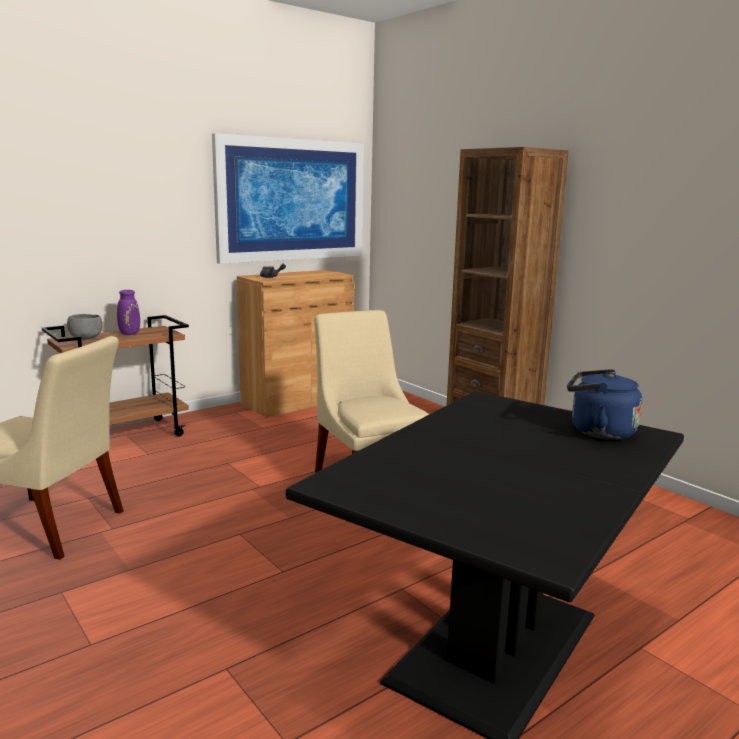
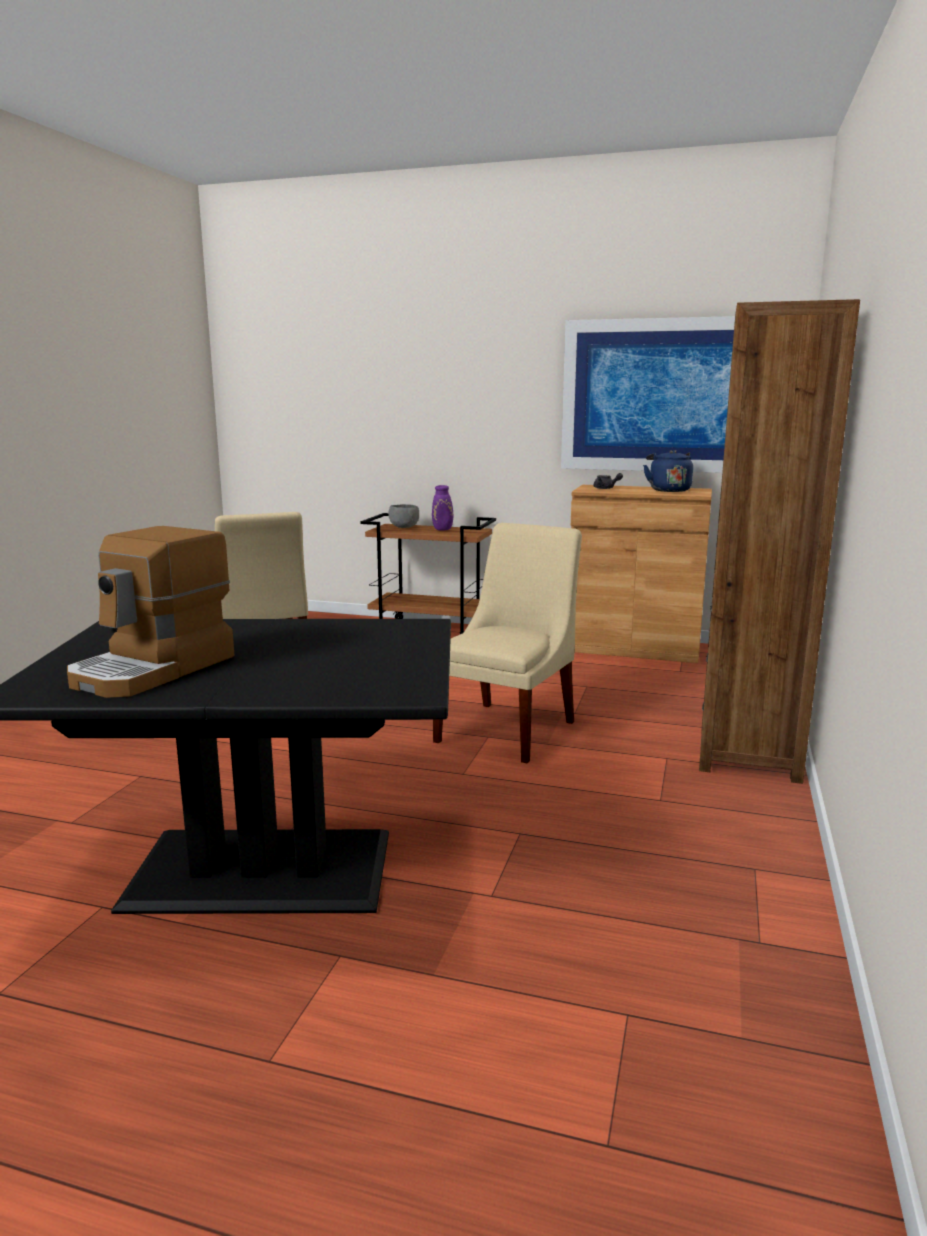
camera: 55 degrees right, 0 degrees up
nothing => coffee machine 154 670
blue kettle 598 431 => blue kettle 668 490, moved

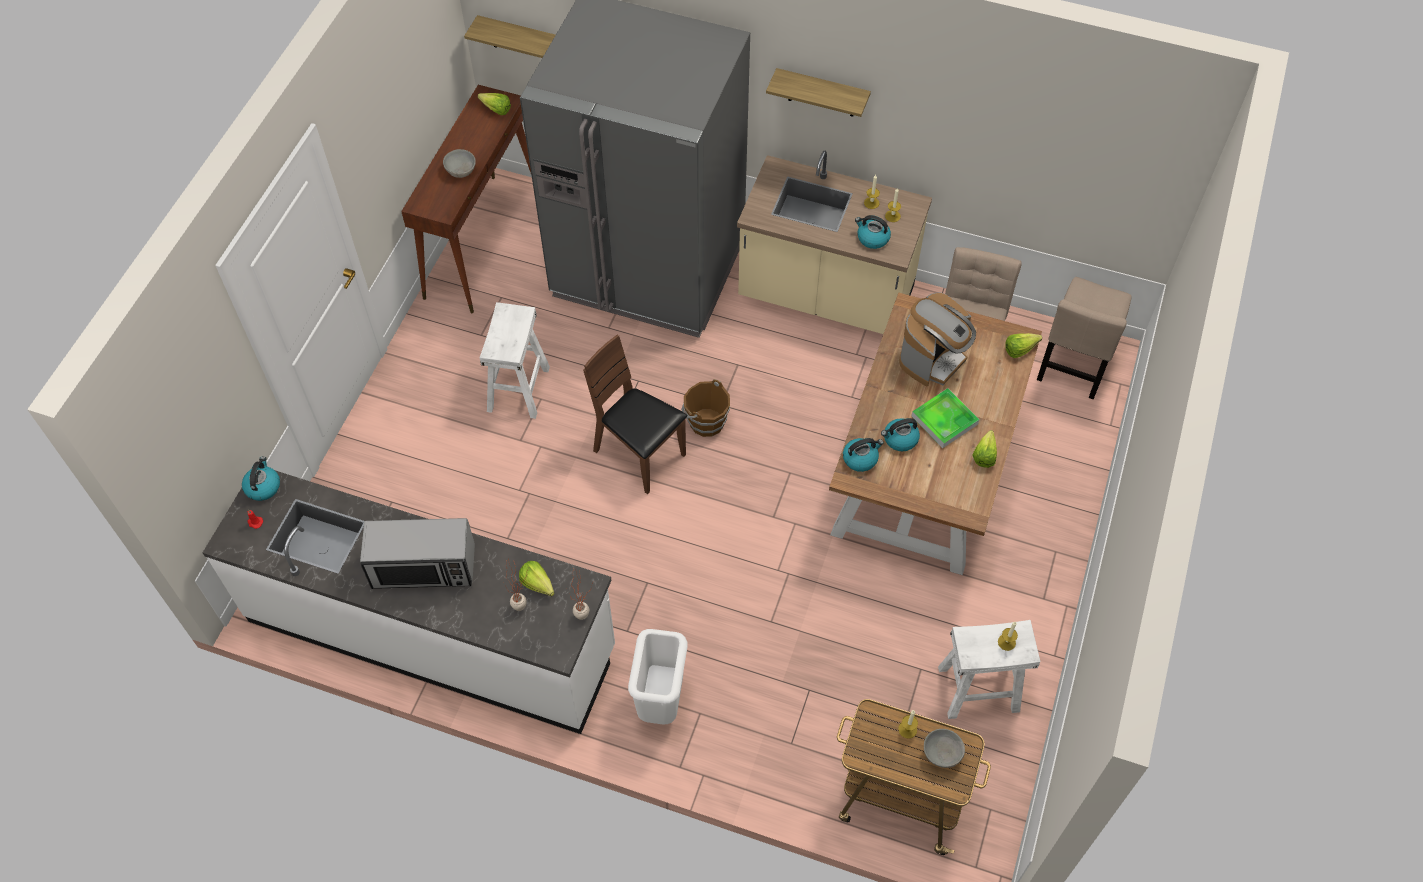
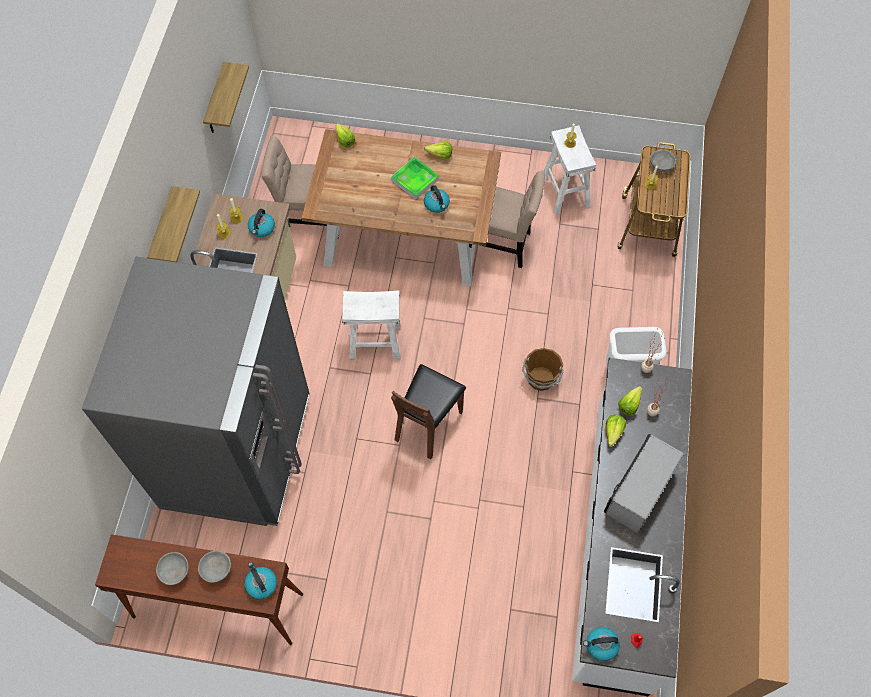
camera: 100 degrees left, 5 degrees up
coffee machine 933 359 => nothing
nothing => grey bowl 176 571
shelf 521 39 => shelf 216 101, moved
lettuce 494 108 => lettuce 611 435, moved
white stool 519 389 => white stool 375 341, moved
brown bucket 705 422 => brown bucket 541 379, moved
kettle 860 458 => kettle 261 584, moved
beige chair 1073 365 => beige chair 502 245, moved
microwave 423 567 => microwave 638 490, 135 degrees counterclockwise

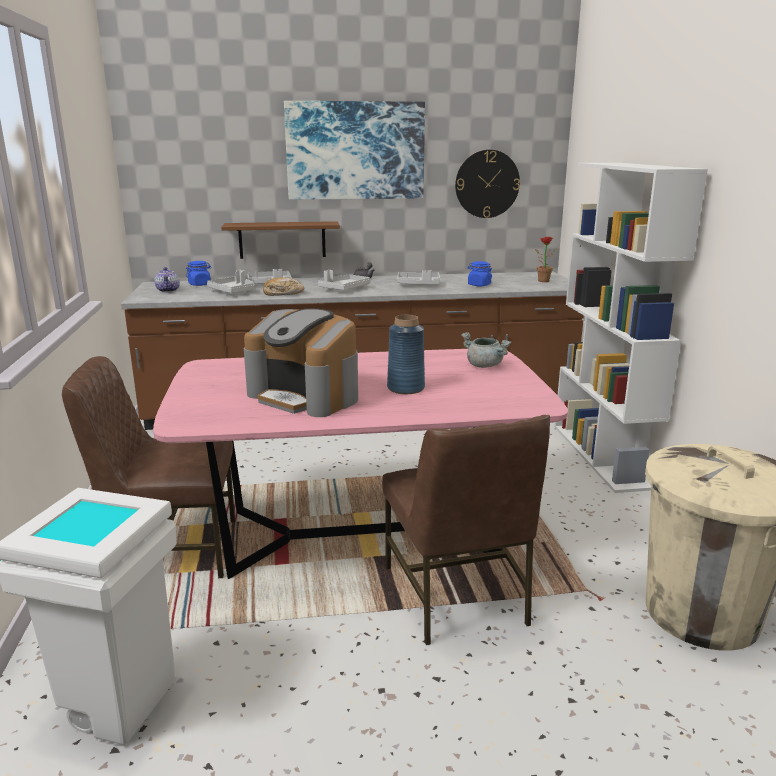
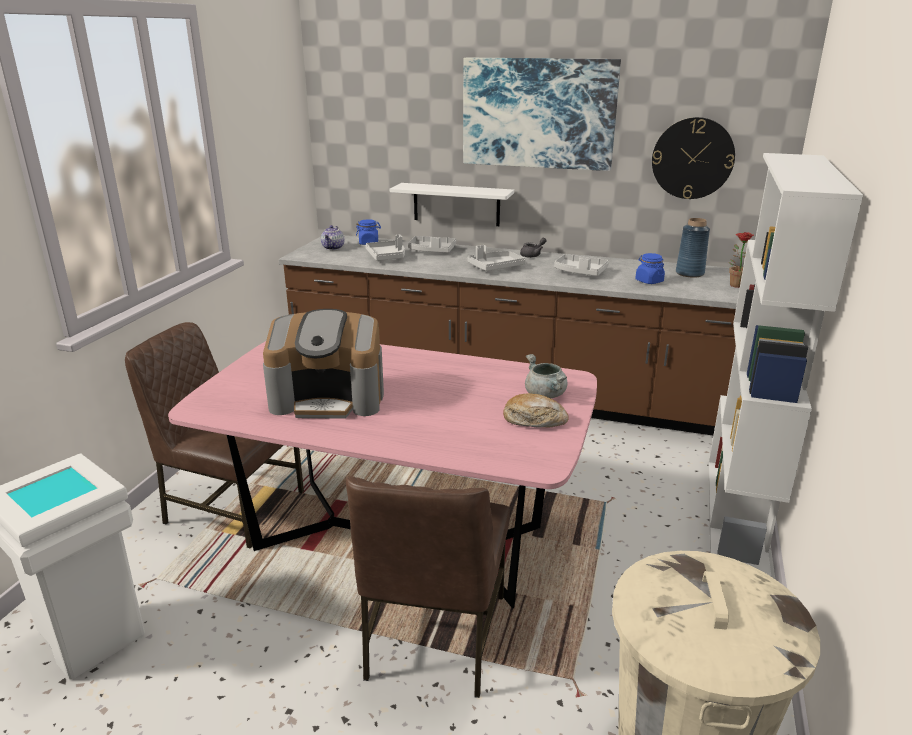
camera: 25 degrees right, 5 degrees up
bread 283 293 => bread 534 420, moved
blue vase 405 388 => blue vase 689 273, moved
brown shelf 282 240 => white shelf 456 204
coffee machine 305 396 => coffee machine 329 398, 60 degrees counterclockwise

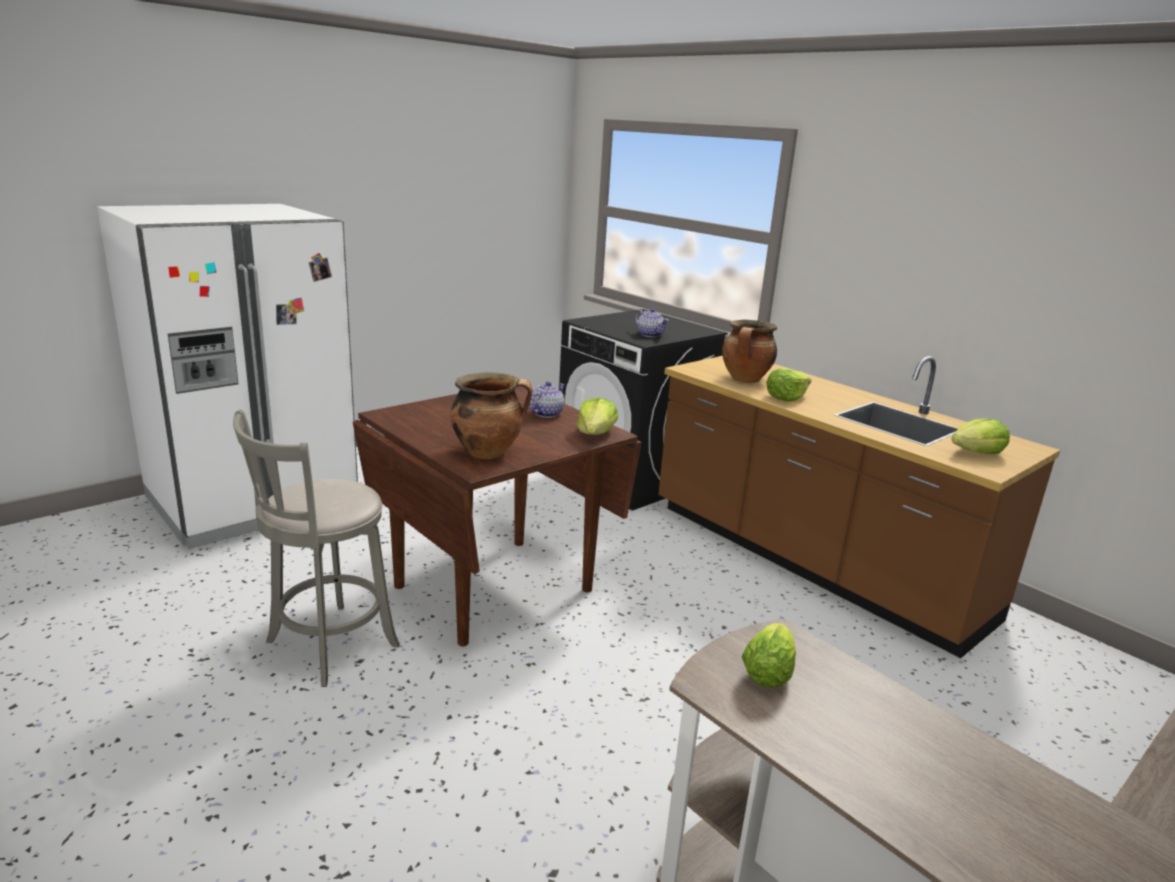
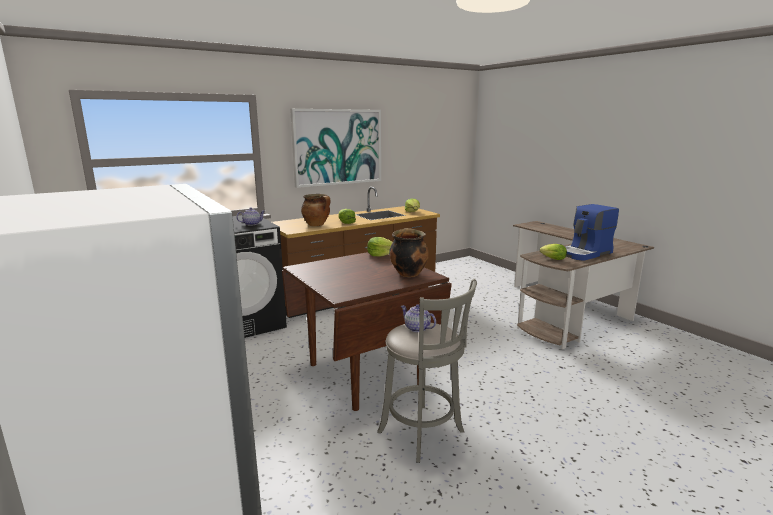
camera: 80 degrees left, 5 degrees down
nothing => picture 337 147
nothing => coffee machine 585 253
teapot 546 413 => teapot 417 328, moved

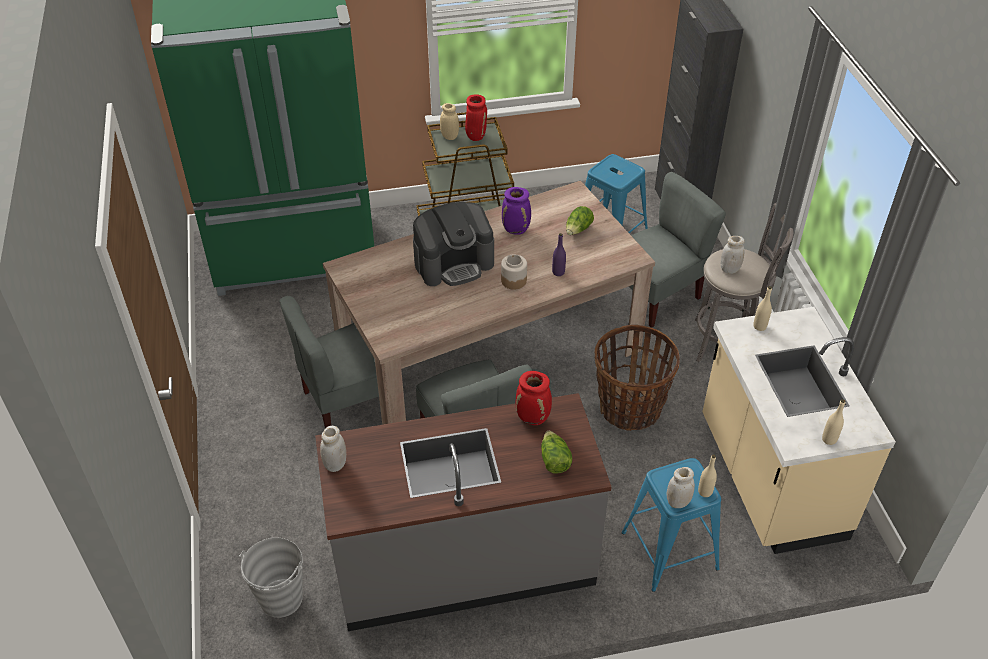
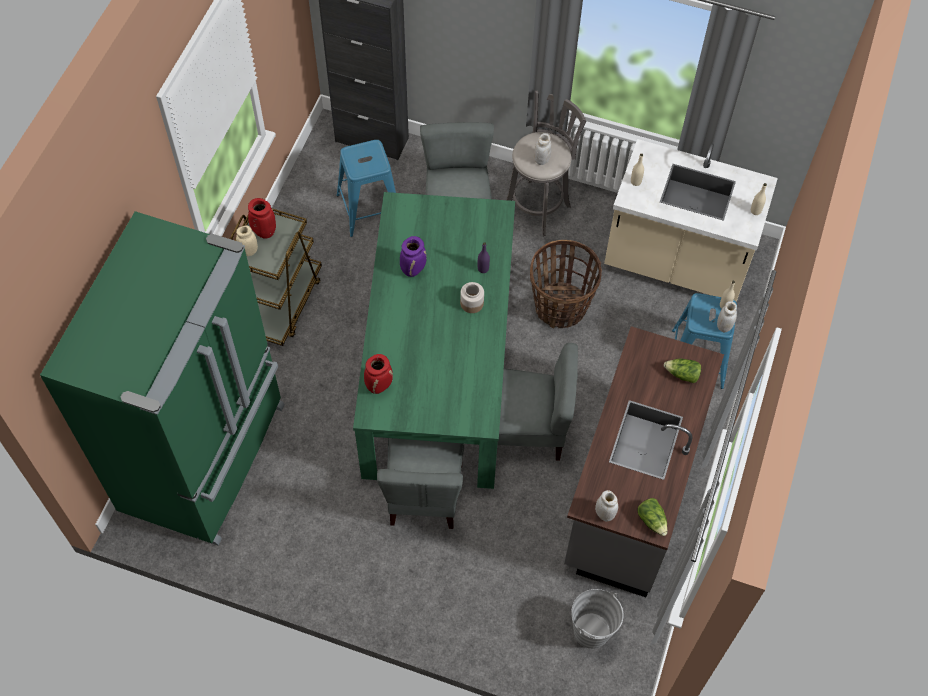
camera: 60 degrees left, 15 degrees up
coffee machine 454 263 => nothing
red vase 533 418 => red vase 379 385, moved
lettuce 578 230 => lettuce 652 520, moved
beige dining table 489 352 => green dining table 438 367

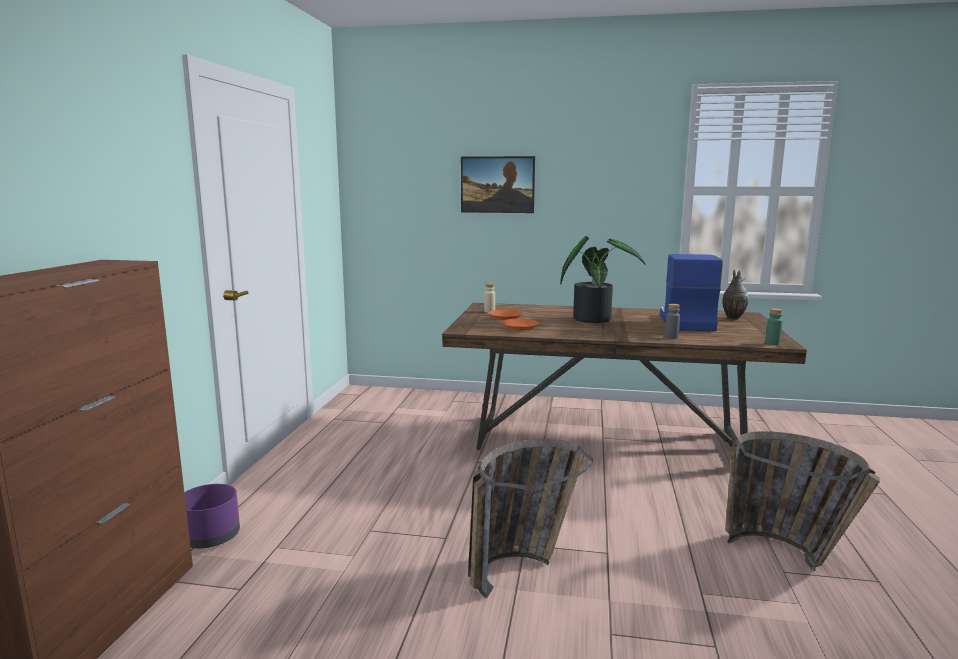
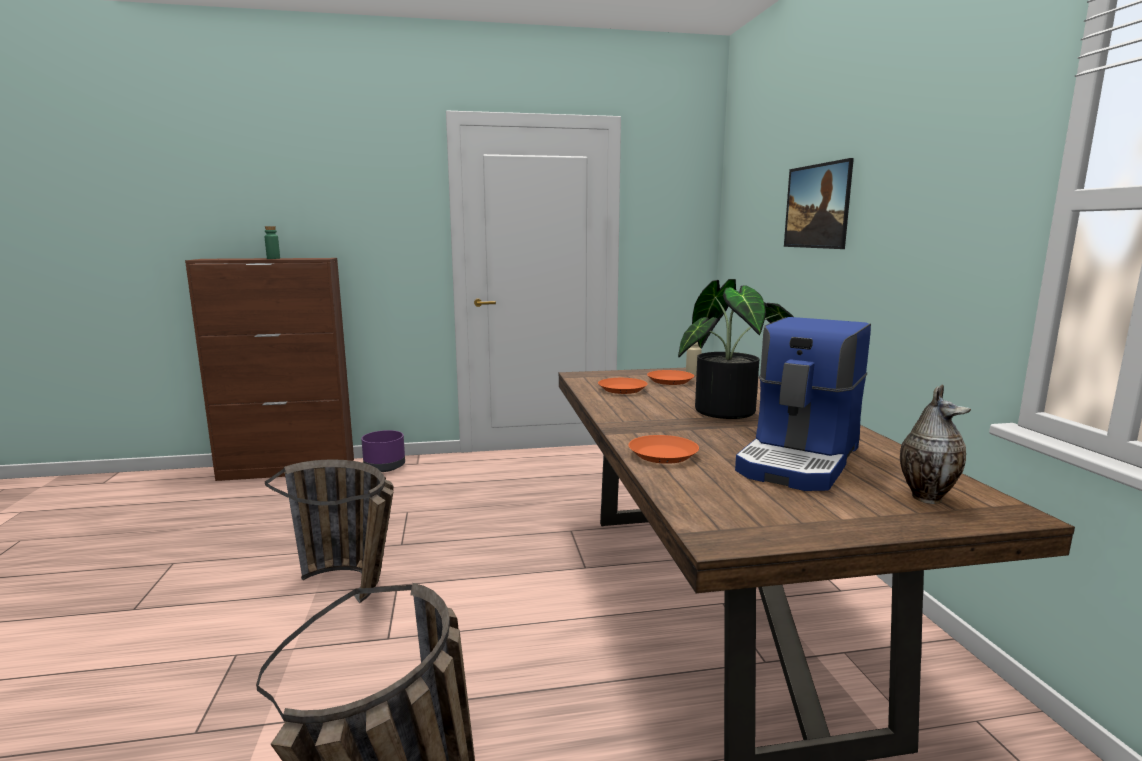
camera: 70 degrees right, 0 degrees up
green bottle 772 343 => green bottle 273 258, moved
grey bottle 671 337 => orange plate 663 454
coffee machine 685 322 => coffee machine 800 460, 135 degrees clockwise

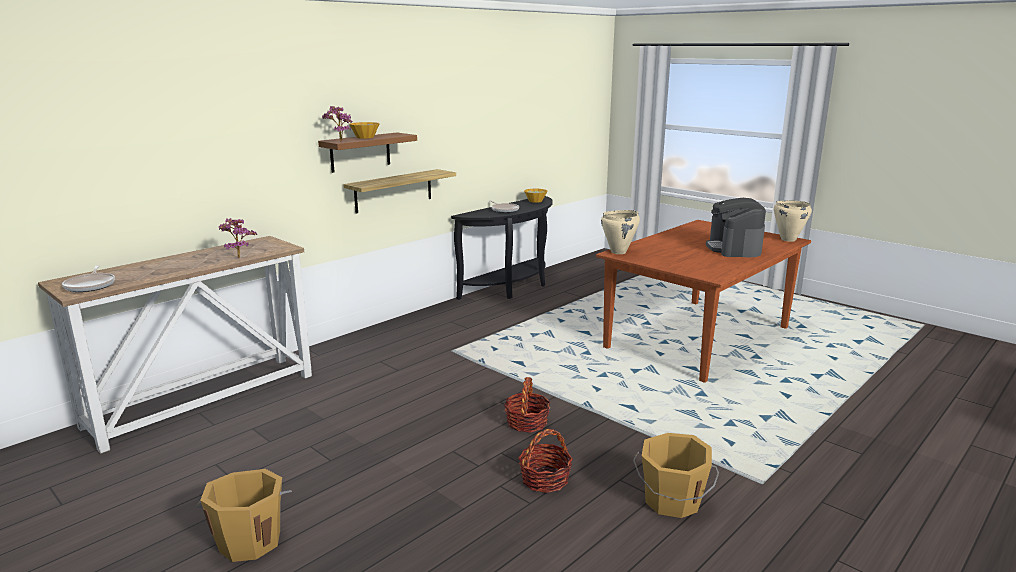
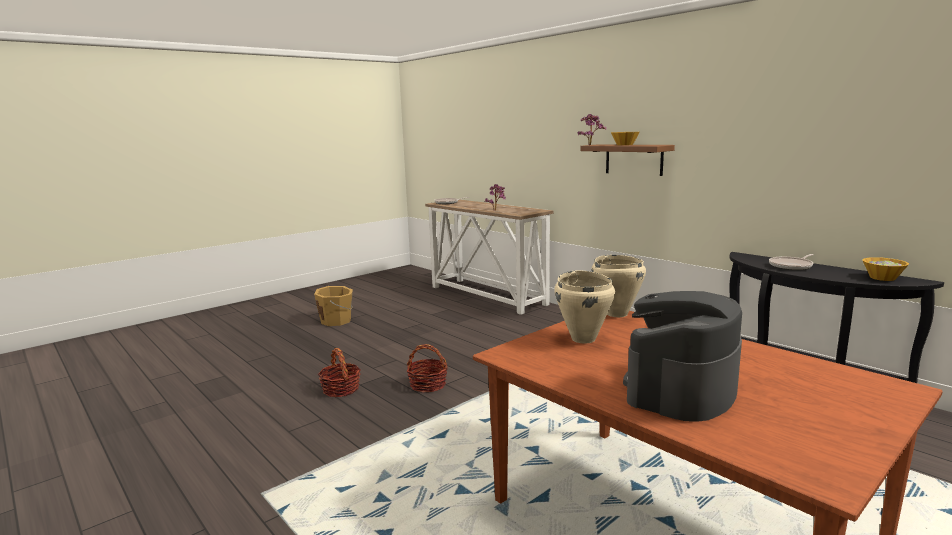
camera: 95 degrees right, 5 degrees down
shelf 393 191 => nothing
orange bucket 672 501 => nothing
beige cooking pot 787 239 => beige cooking pot 583 339, moved
coffee machine 734 248 => coffee machine 680 390, 60 degrees counterclockwise

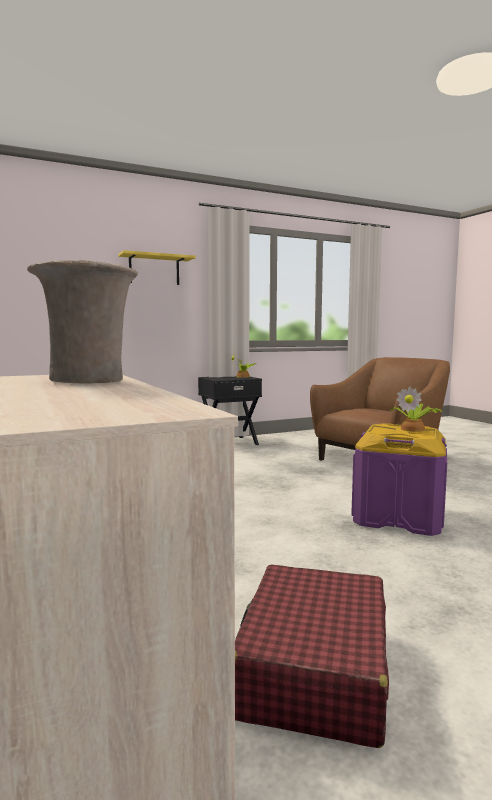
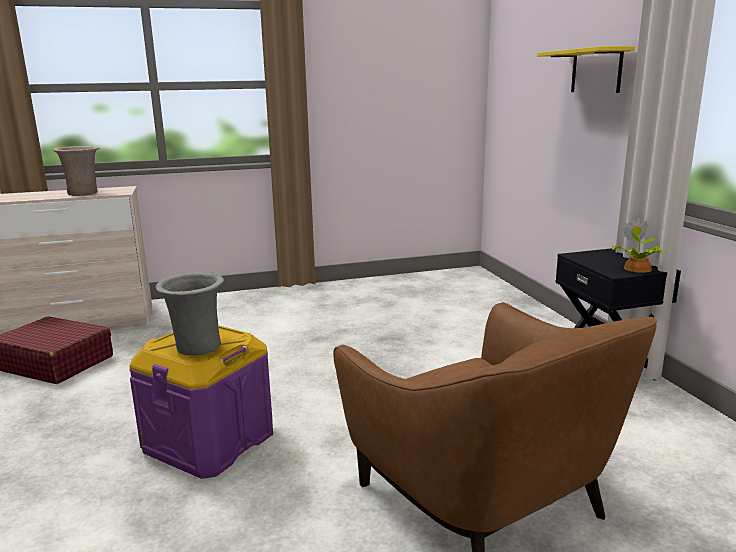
camera: 100 degrees right, 10 degrees up
potted plant 414 429 => grey vase 196 348

